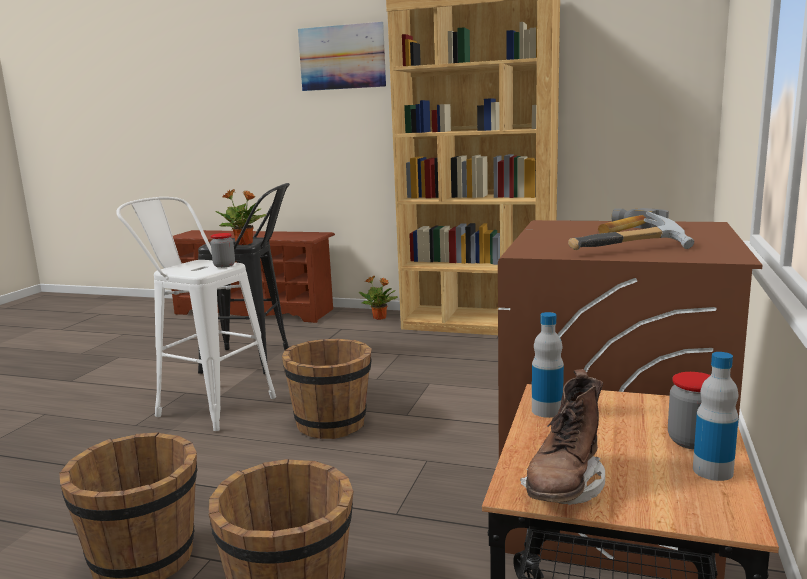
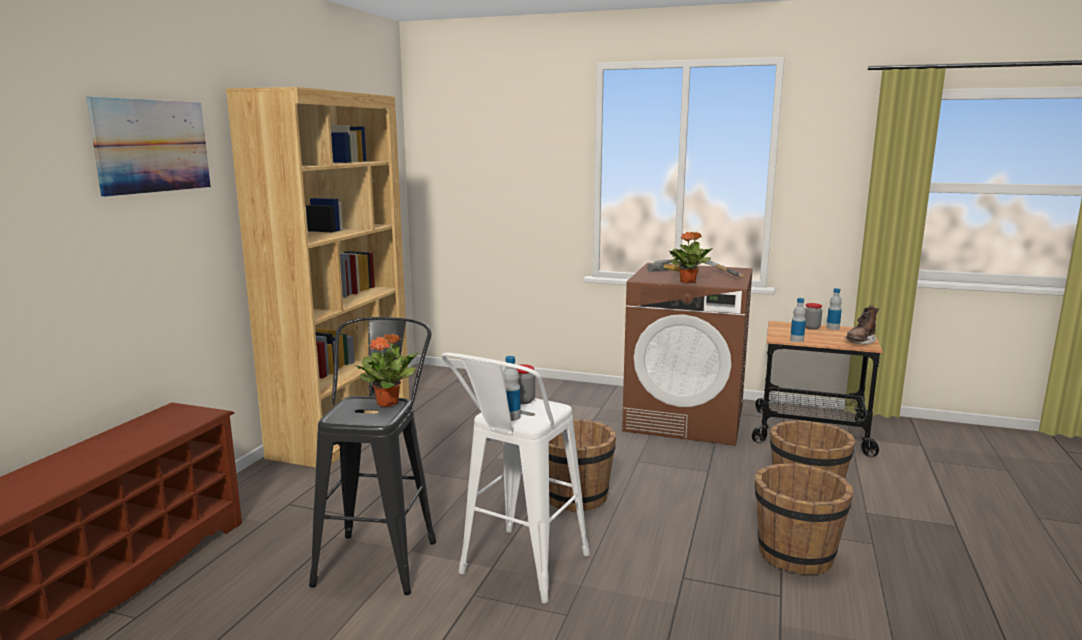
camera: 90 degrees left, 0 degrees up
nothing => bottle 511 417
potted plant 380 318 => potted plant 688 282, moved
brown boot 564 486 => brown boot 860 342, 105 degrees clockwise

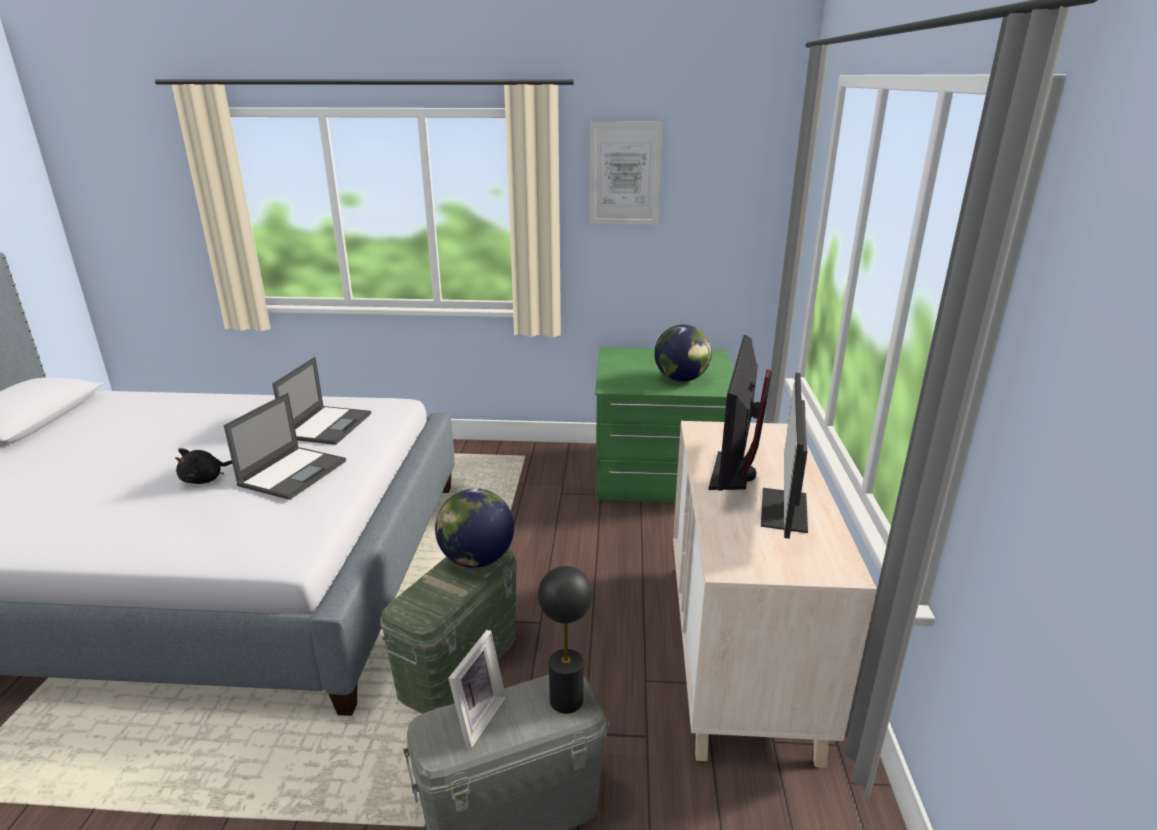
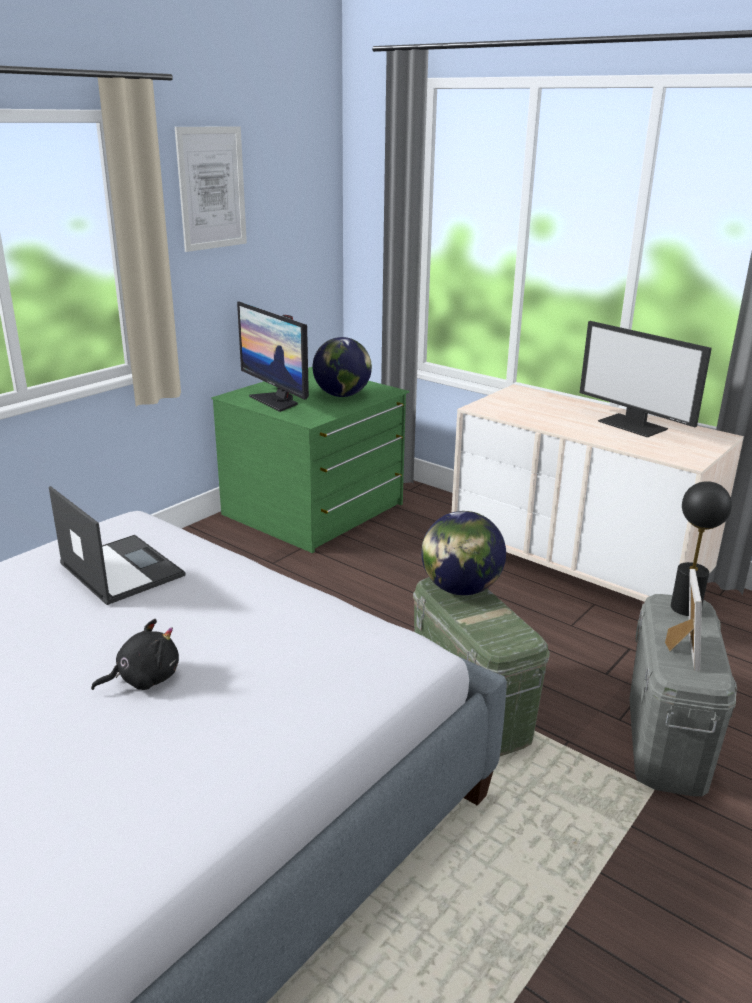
camera: 55 degrees left, 0 degrees up
laptop 293 472 => nothing
monitor 733 473 => monitor 277 401, moved
black plush toy 205 479 => black plush toy 144 678, 105 degrees counterclockwise
picture frame 475 717 => picture frame 681 651, 45 degrees clockwise

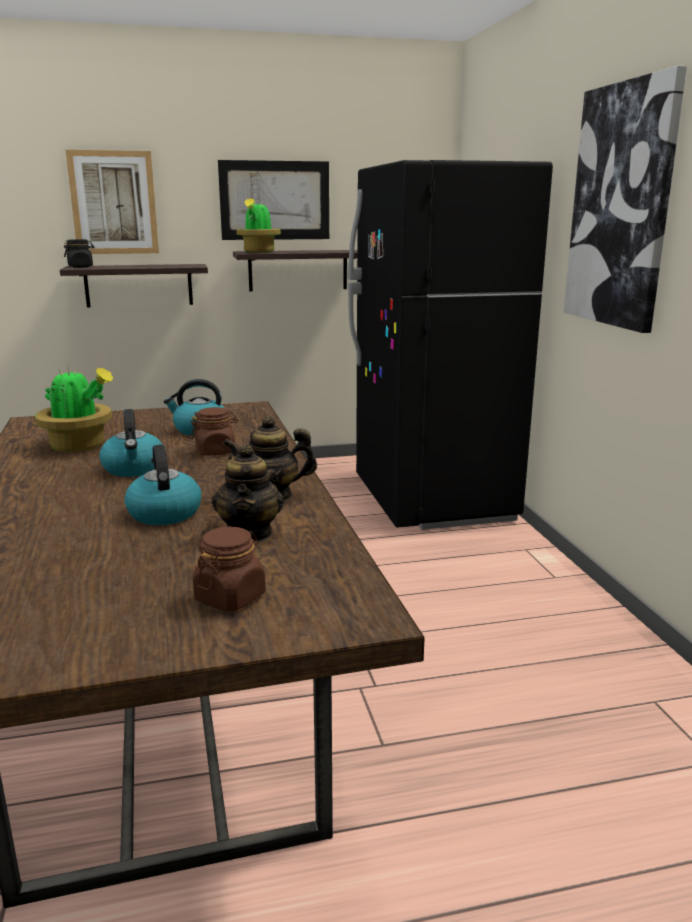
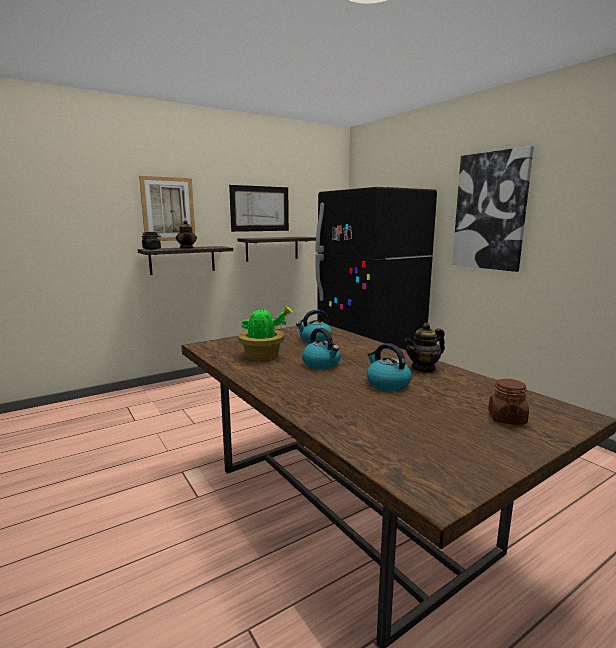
camera: 20 degrees left, 5 degrees down
brown jar 215 451 => nothing
potted plant 258 252 => nothing
teapot 250 533 => teapot 187 248, moved

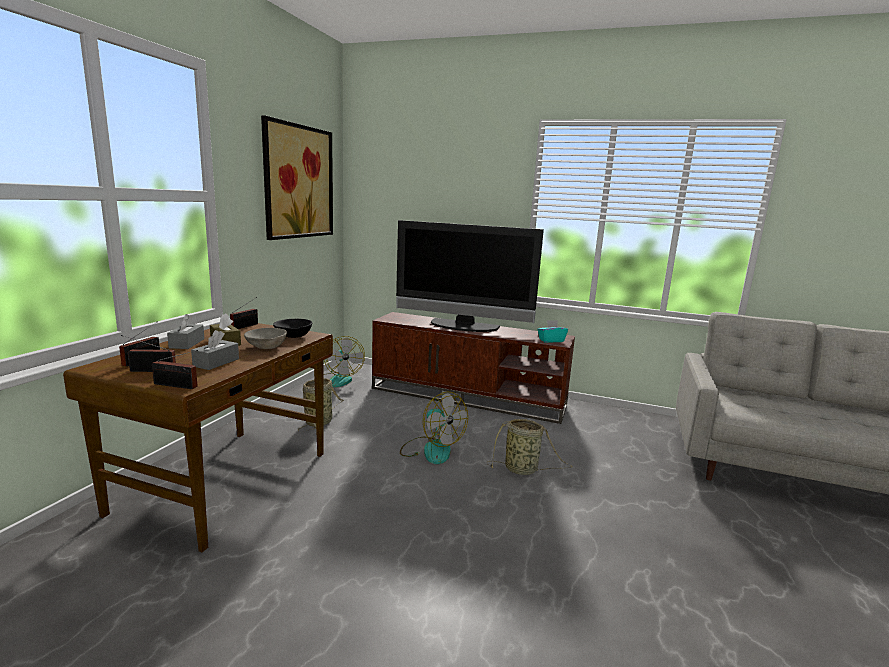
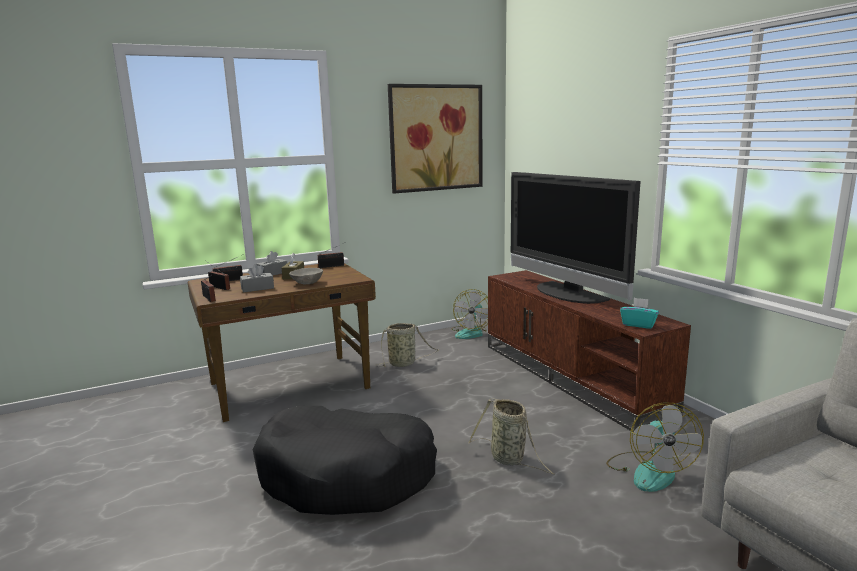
camera: 45 degrees right, 0 degrees up
black bowl 294 336 => nothing
nothing => black dog bed 347 475
fan 431 449 => fan 649 471, moved

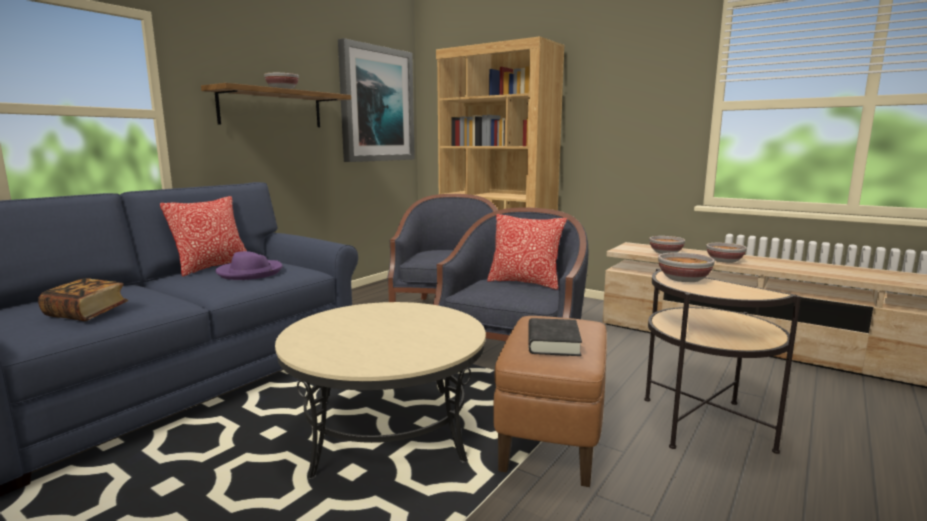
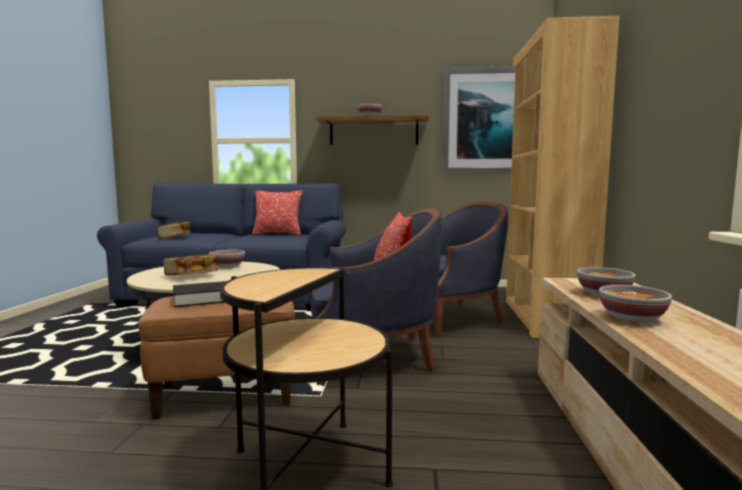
camera: 60 degrees right, 5 degrees down
purple hat 250 273 => nothing
nothing => book 191 276
bowl 683 279 => bowl 227 266, moved

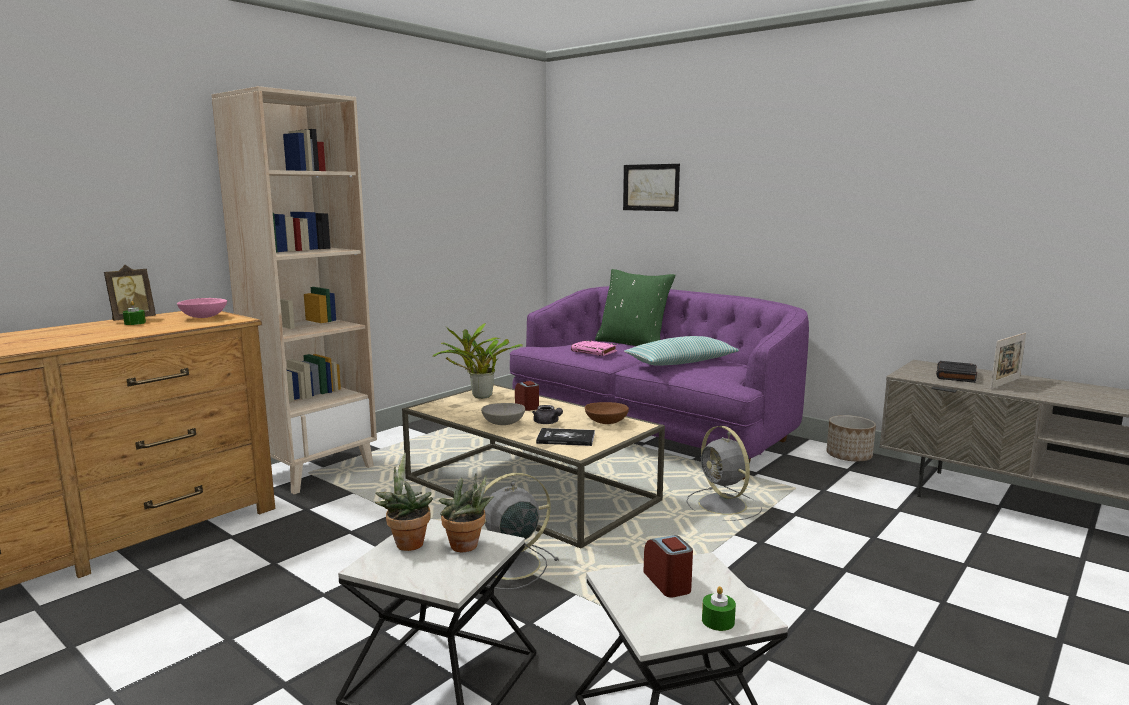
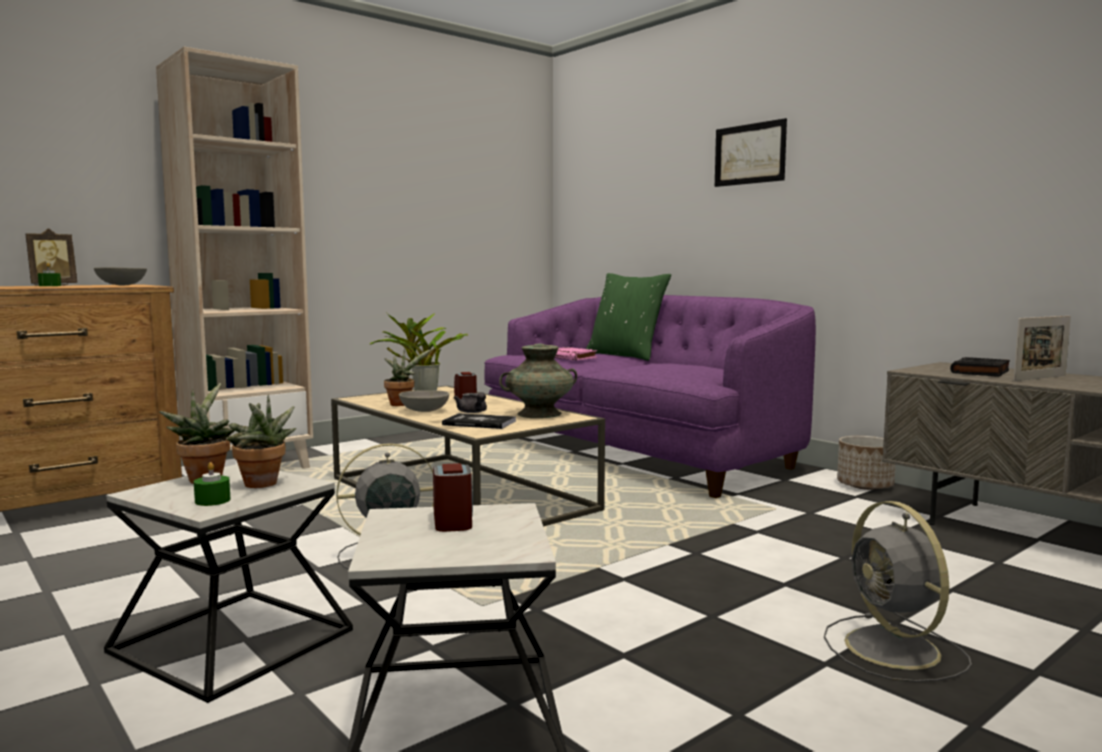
camera: 10 degrees right, 5 degrees down
pillow 681 363 => nothing
nothing => potted plant 402 404
picture 651 187 => picture 749 154, moved
grey fan 723 506 => grey fan 894 650, moved
green candle 718 621 => green candle 212 501, moved
brown bowl 606 422 => turquoise vase 539 414
pink bowl 203 317 => grey bowl 121 285

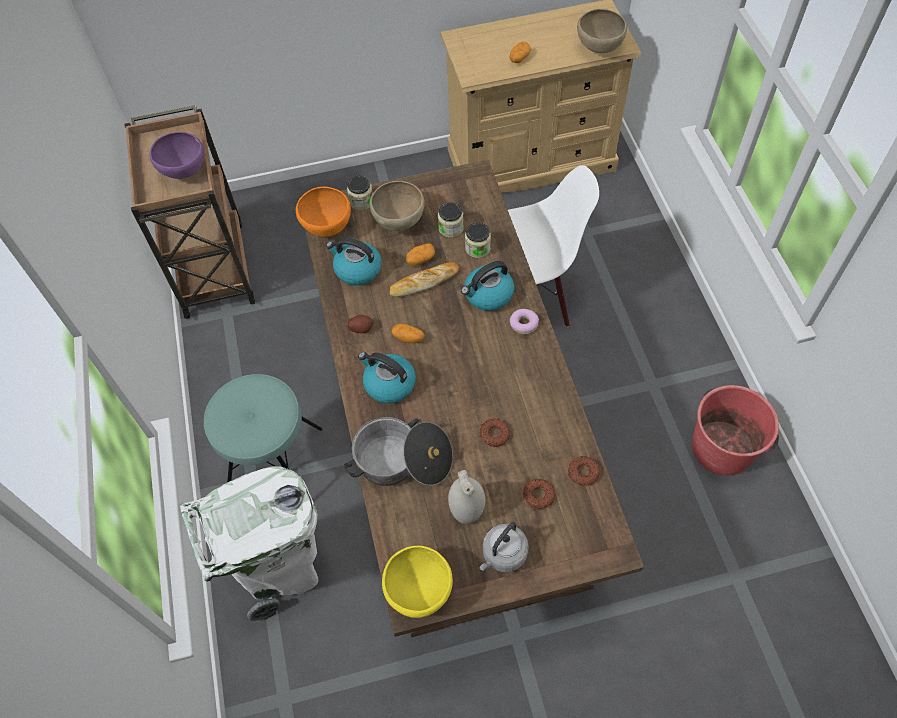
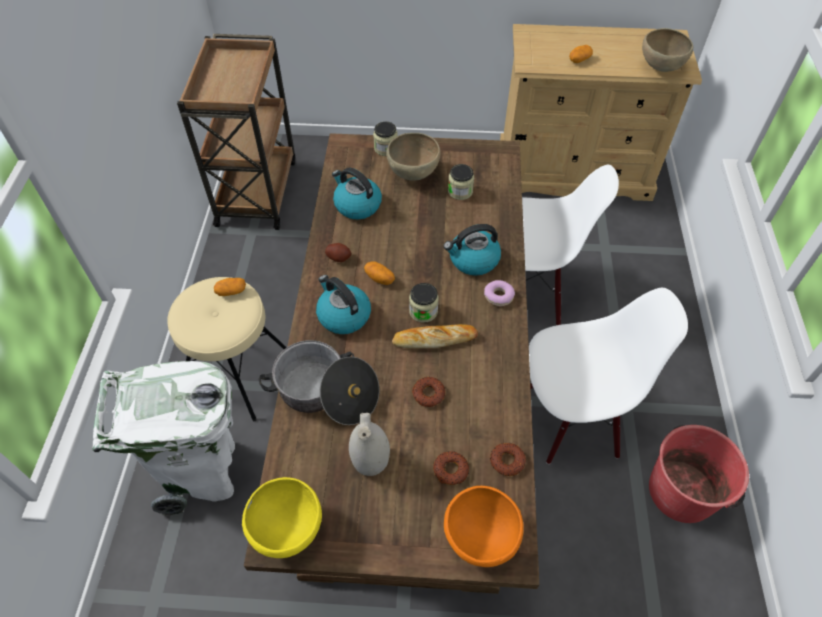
camera: 15 degrees right, 5 degrees down
purple bowl 184 172 => nothing
grey kettle 503 555 => nothing
nothing => white chair 571 419
orange bowl 327 228 => orange bowl 479 538, moved
bread 424 282 => bread 434 339, moved
potato 420 259 => potato 231 291, moved
jar 477 248 => jar 423 311, moved
turquoise stool 275 464 => beige stool 238 373

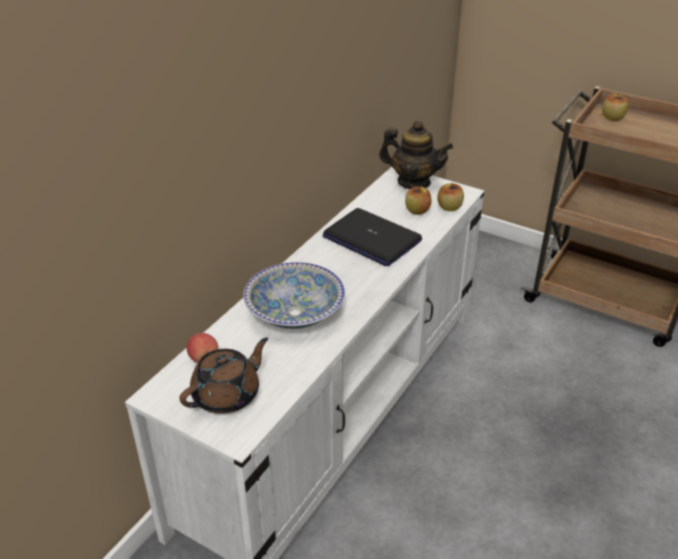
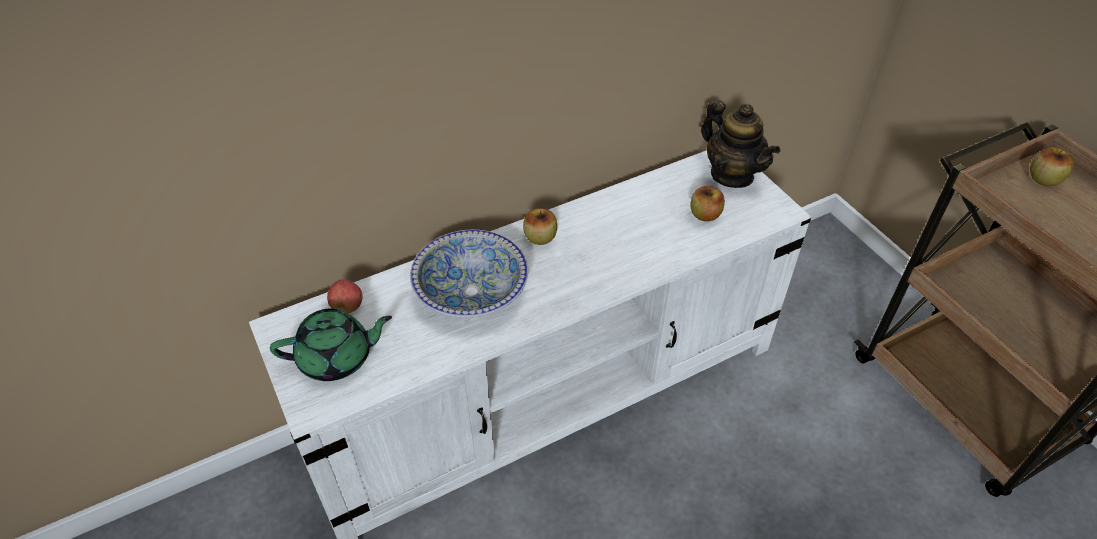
camera: 30 degrees right, 10 degrees up
laptop 371 239 => nothing
apple 449 207 => apple 540 238, moved
brown teapot 227 395 => green teapot 337 358

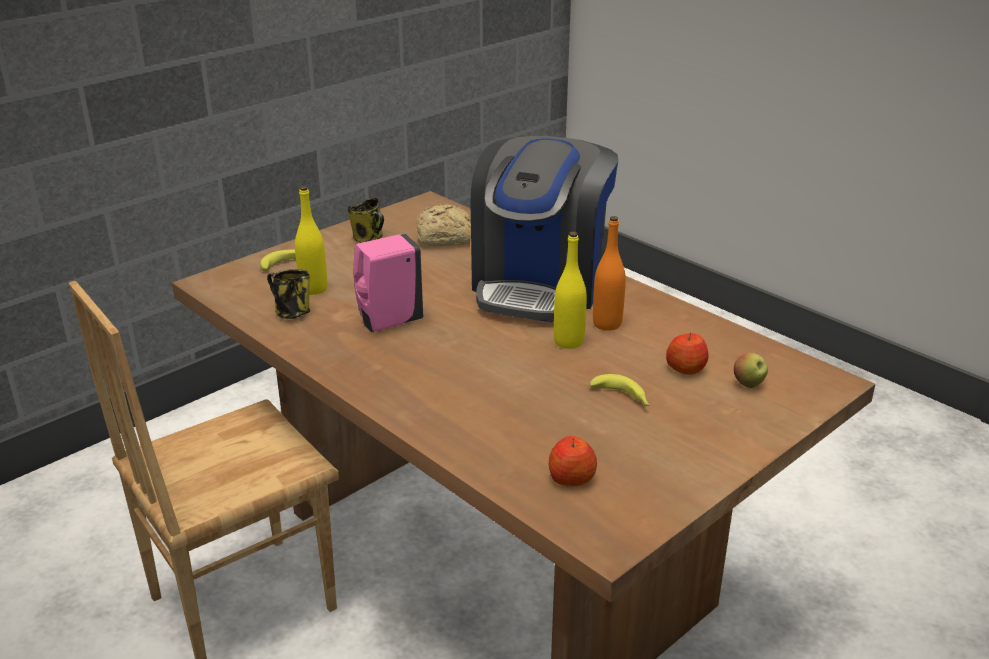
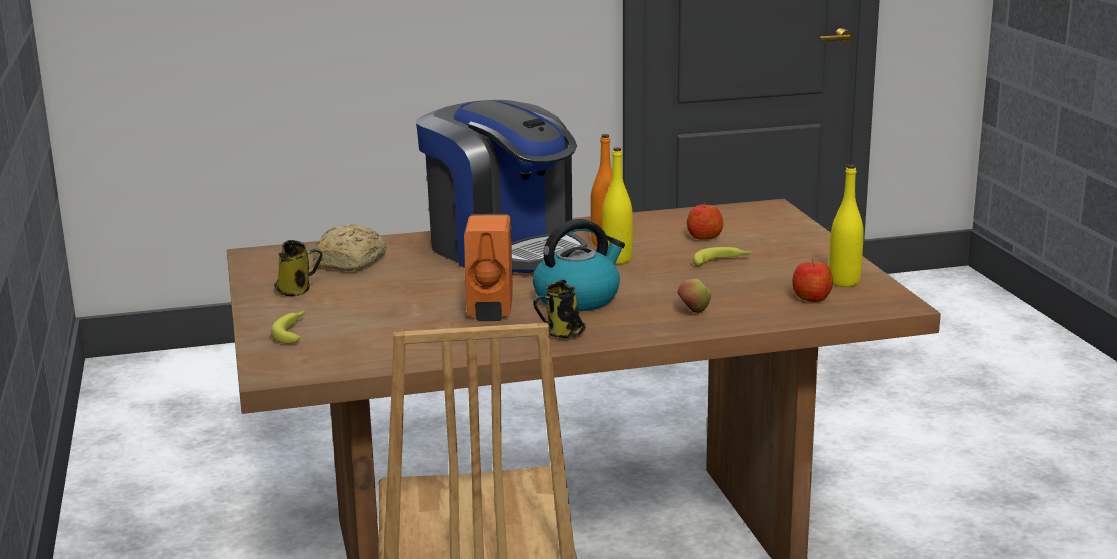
camera: 60 degrees left, 10 degrees down
nothing => kettle 578 298
mug 291 313 => mug 562 334, moved
yellow bottle 313 289 => yellow bottle 844 282, moved
apple 748 384 => apple 693 311, moved
pink soap dispenser 388 322 => orange soap dispenser 490 311

